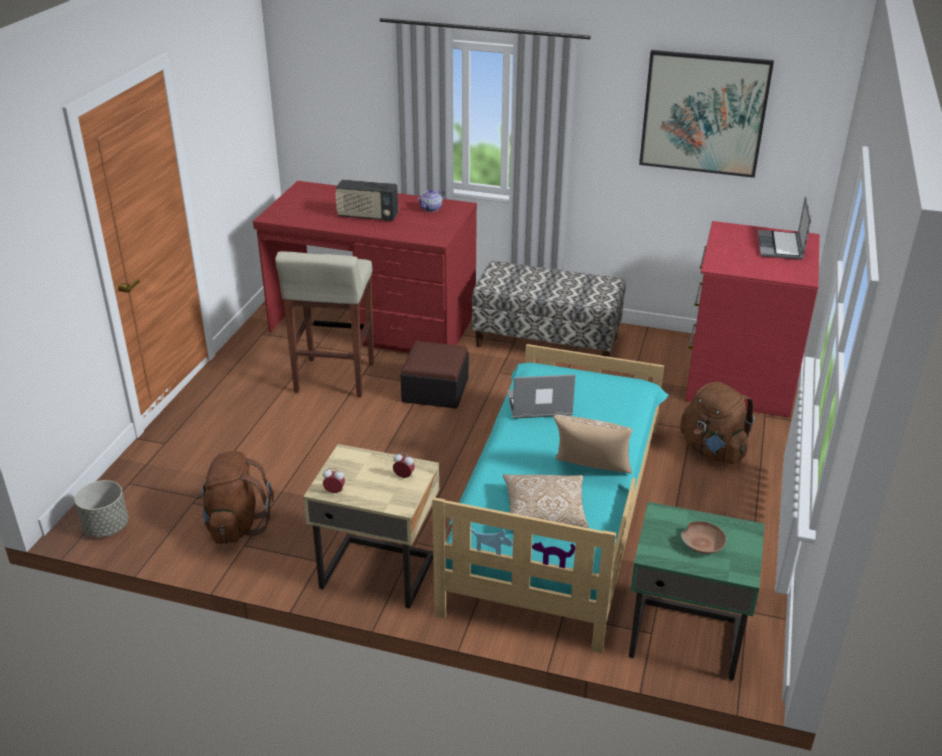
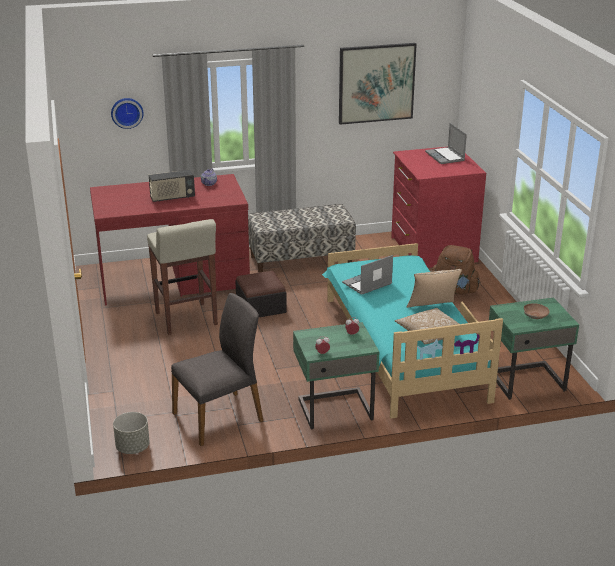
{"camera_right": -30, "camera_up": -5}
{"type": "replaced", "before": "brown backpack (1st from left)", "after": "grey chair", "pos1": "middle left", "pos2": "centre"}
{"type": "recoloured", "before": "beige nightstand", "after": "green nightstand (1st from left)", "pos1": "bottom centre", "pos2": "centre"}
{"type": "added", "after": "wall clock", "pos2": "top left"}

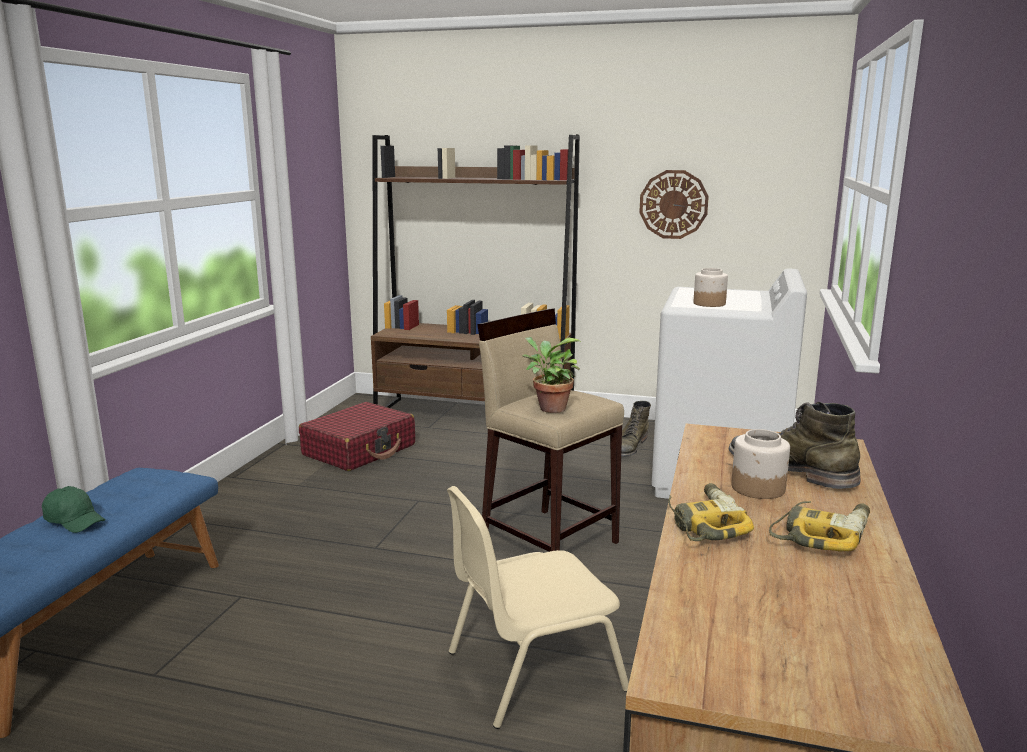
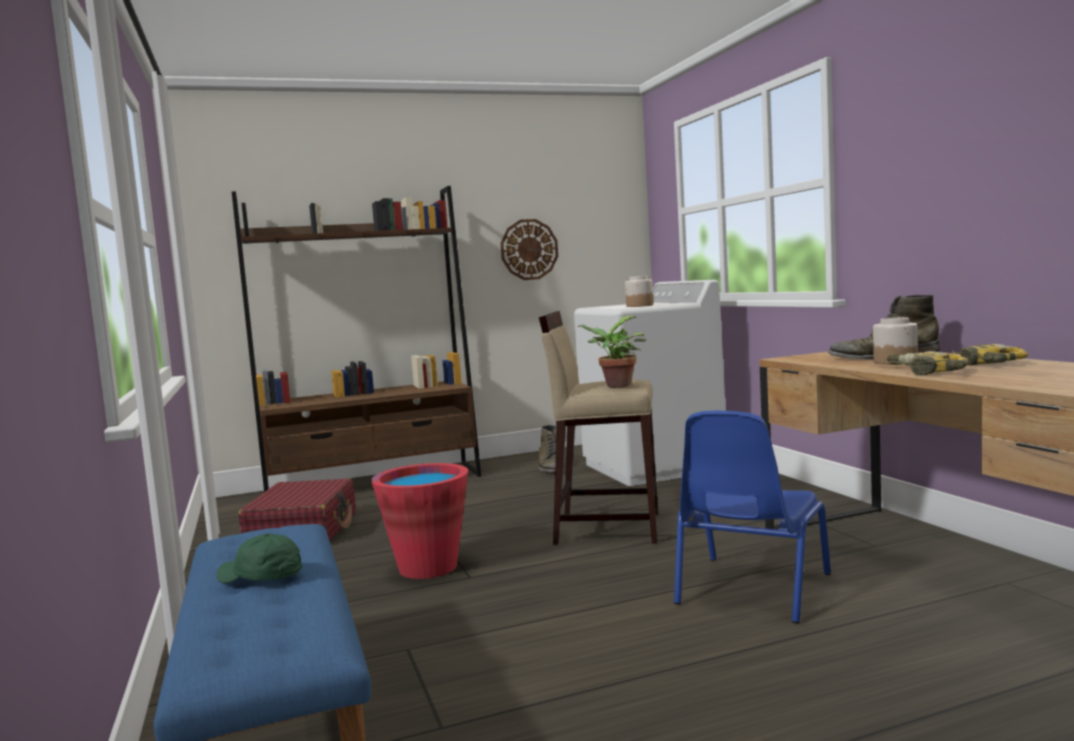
{"camera_right": -35, "camera_up": -10}
{"type": "turned", "before": "green cap", "pos1": "bottom left", "pos2": "bottom left", "turn": -150}
{"type": "recoloured", "before": "beige chair", "after": "blue chair", "pos1": "bottom centre", "pos2": "bottom right"}
{"type": "added", "after": "red bucket", "pos2": "bottom centre"}

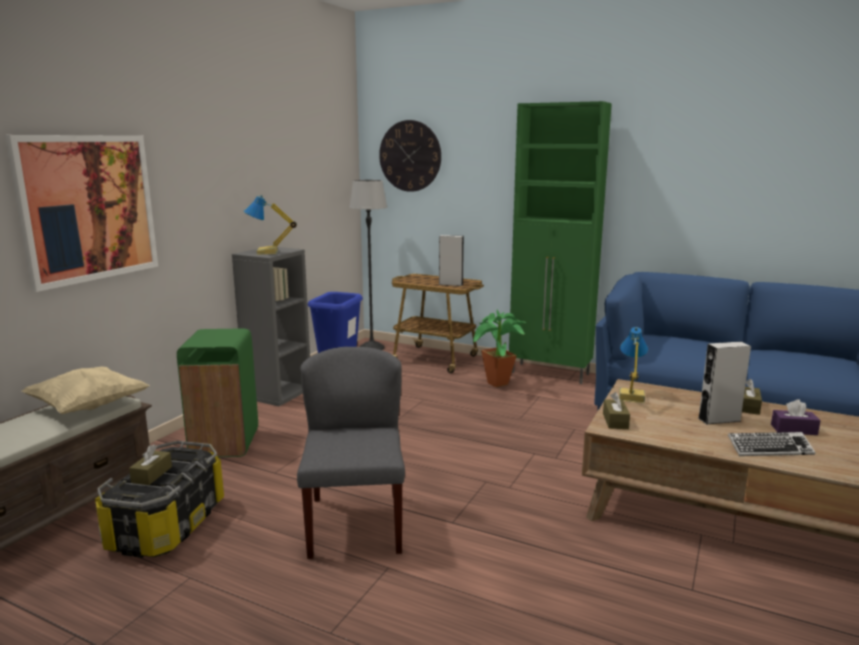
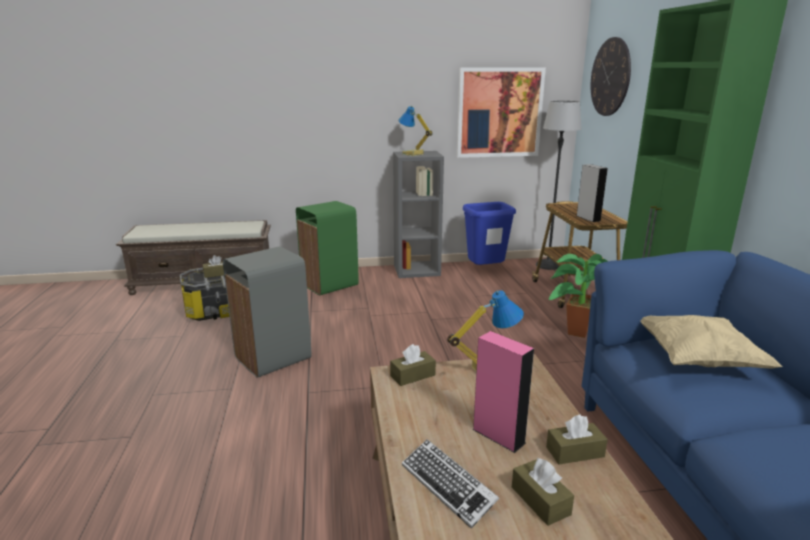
{"camera_right": 55, "camera_up": 5}
{"type": "moved", "before": "picture", "pos1": "top left", "pos2": "top centre"}
{"type": "moved", "before": "beige pillow", "pos1": "middle left", "pos2": "middle right"}
{"type": "replaced", "before": "grey chair", "after": "grey trash can", "pos1": "bottom centre", "pos2": "middle left"}
{"type": "recoloured", "before": "grey speaker (2nd from left)", "after": "pink speaker", "pos1": "middle right", "pos2": "bottom centre"}
{"type": "recoloured", "before": "purple tissue box", "after": "brown tissue box (3rd from left)", "pos1": "middle right", "pos2": "bottom right"}

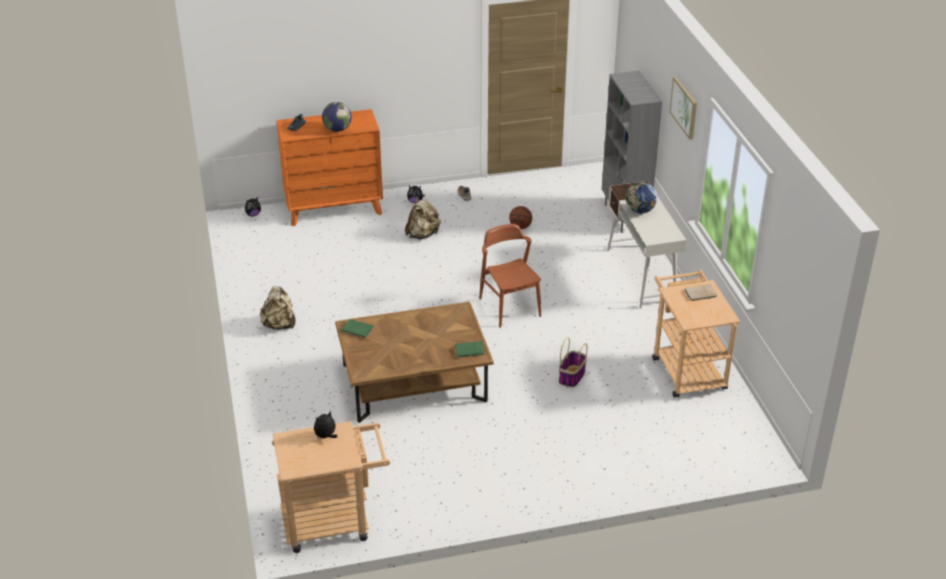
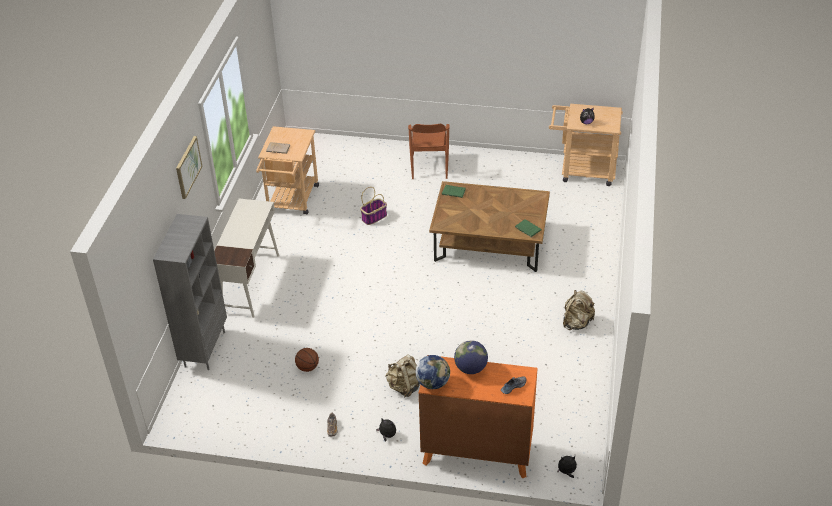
{"camera_right": -155, "camera_up": 5}
{"type": "moved", "before": "brown chair", "pos1": "centre", "pos2": "top centre"}
{"type": "moved", "before": "globe (2nd from left in the first image)", "after": "globe (1st from left)", "pos1": "middle right", "pos2": "bottom centre"}

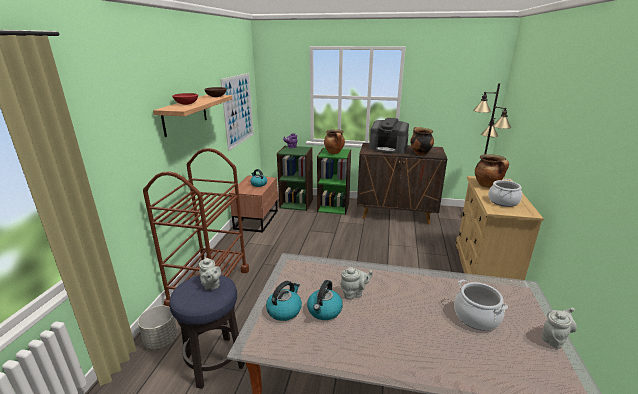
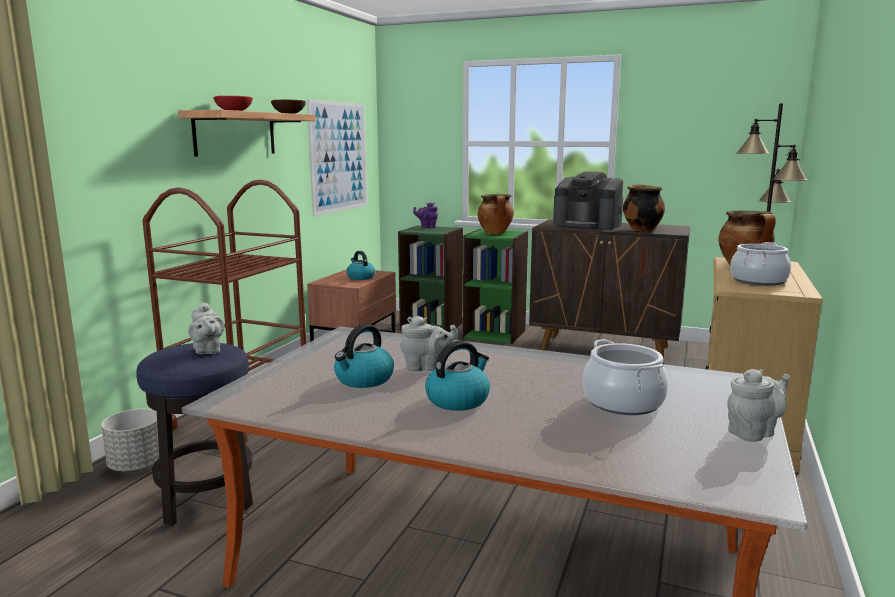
{"camera_right": 10, "camera_up": -10}
{"type": "moved", "before": "kettle (2nd from left in the first image)", "after": "kettle (3rd from left)", "pos1": "bottom centre", "pos2": "centre"}

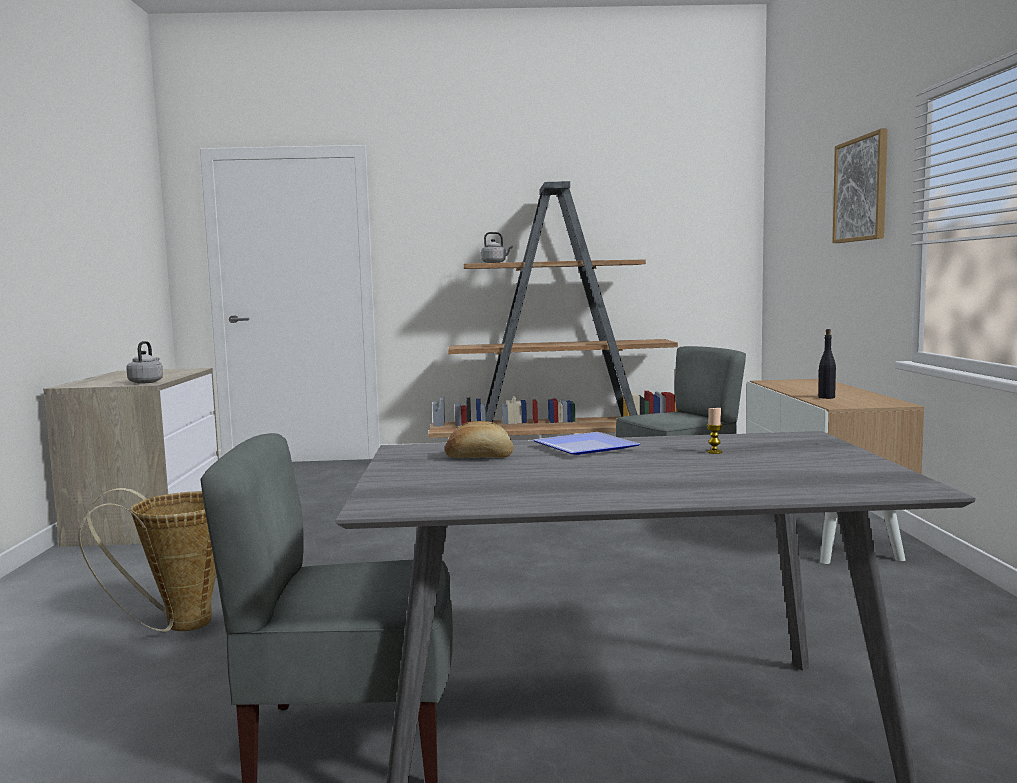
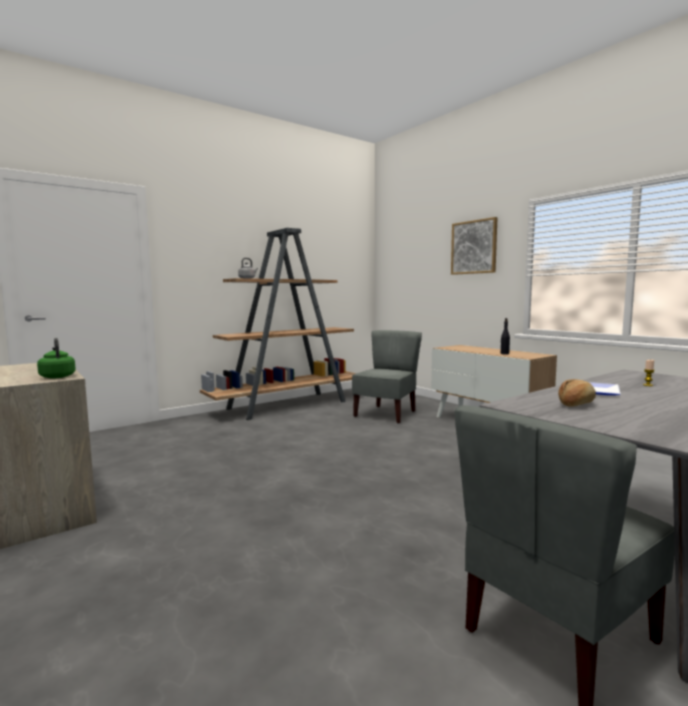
{"camera_right": -35, "camera_up": 0}
{"type": "removed", "before": "basket", "pos1": "bottom left"}
{"type": "recoloured", "before": "grey kettle (1st from left)", "after": "green kettle", "pos1": "middle left", "pos2": "middle left"}

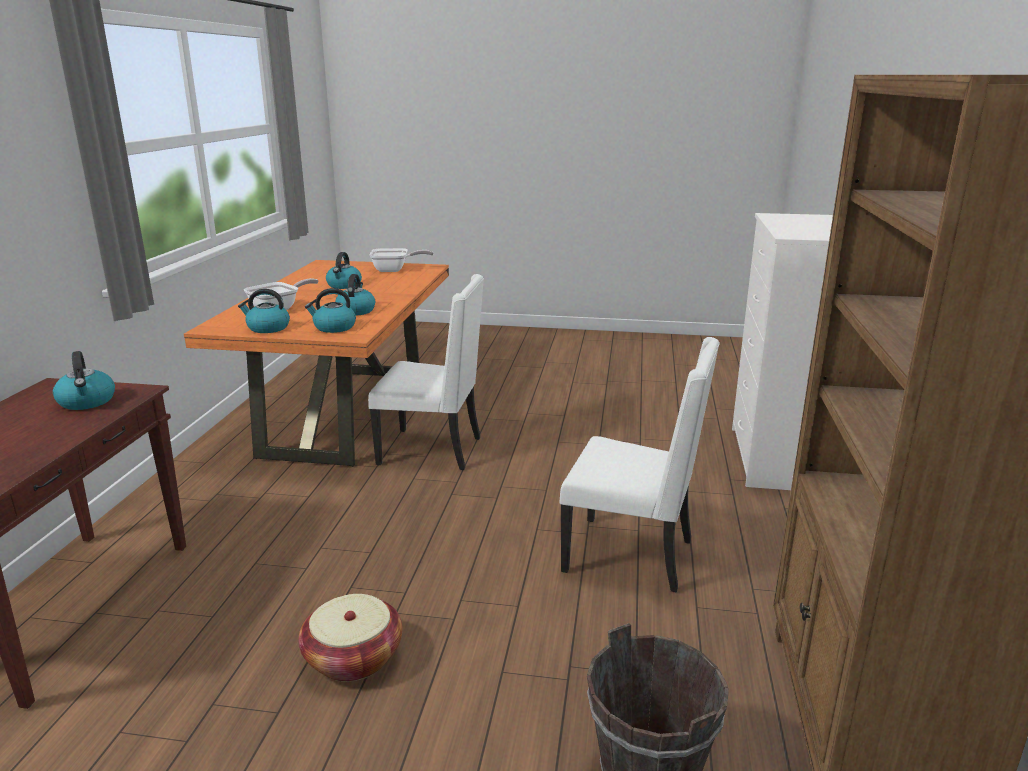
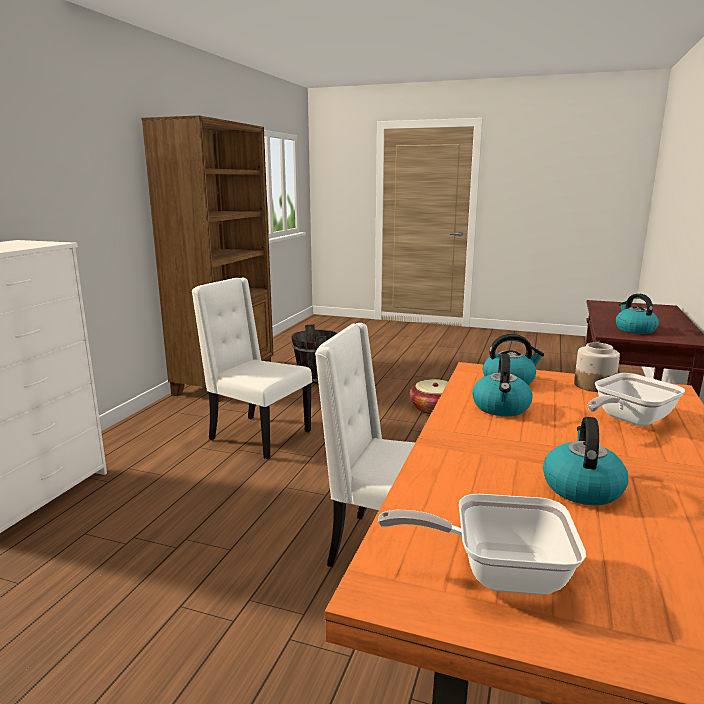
{"camera_right": -170, "camera_up": -5}
{"type": "replaced", "before": "kettle (2nd from left)", "after": "jar", "pos1": "middle left", "pos2": "middle right"}

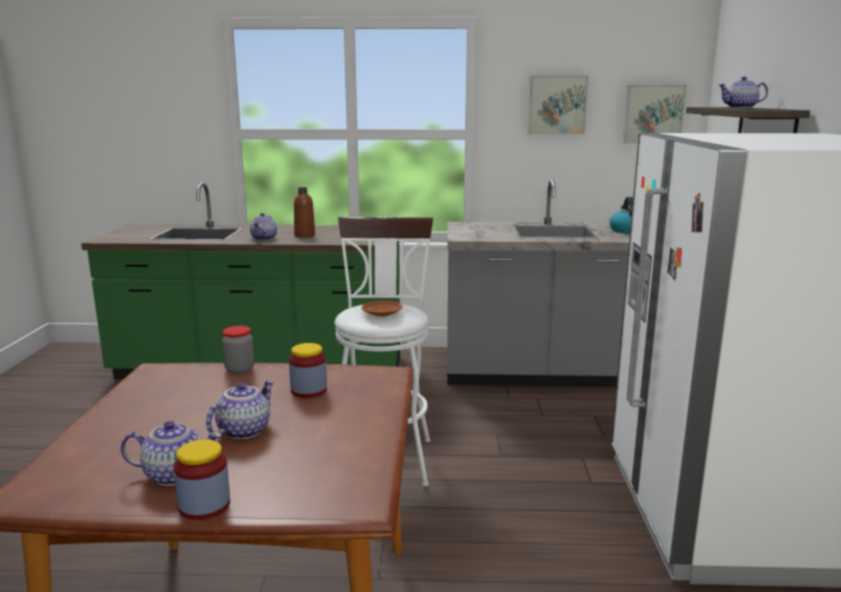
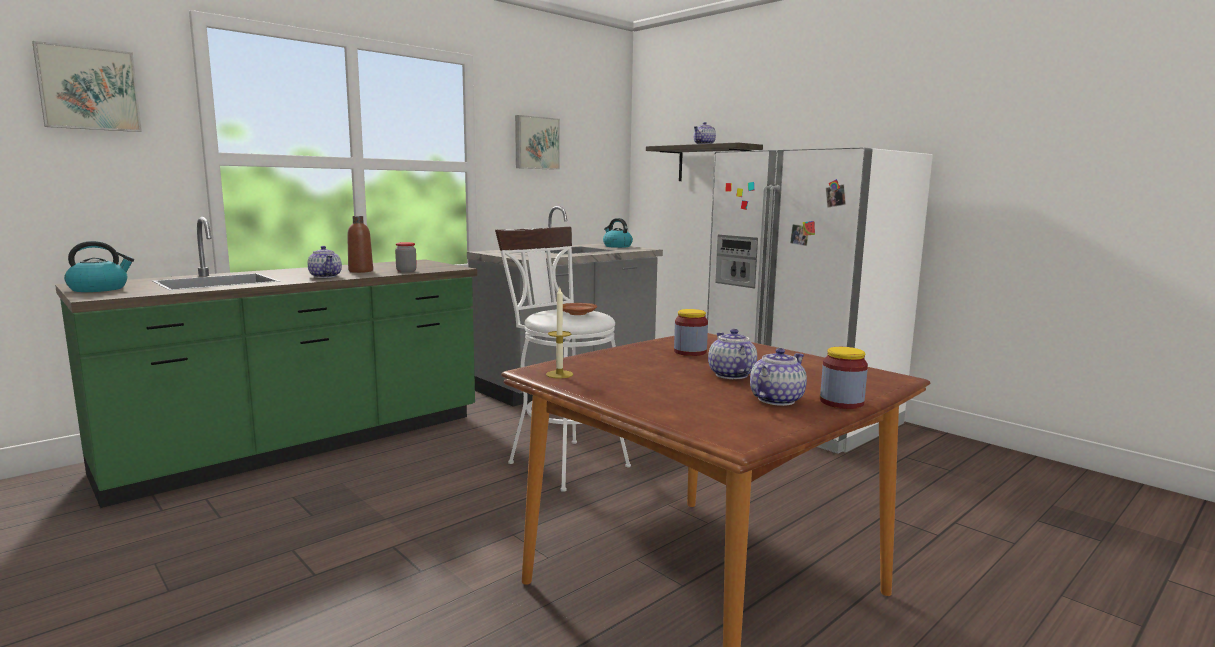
{"camera_right": -45, "camera_up": -5}
{"type": "moved", "before": "jar (2nd from left in the first image)", "after": "jar (1st from left)", "pos1": "middle left", "pos2": "centre"}
{"type": "moved", "before": "picture (2nd from left in the first image)", "after": "picture (1st from left)", "pos1": "top right", "pos2": "top left"}
{"type": "added", "after": "kettle (1st from left)", "pos2": "middle left"}
{"type": "added", "after": "candle", "pos2": "centre"}

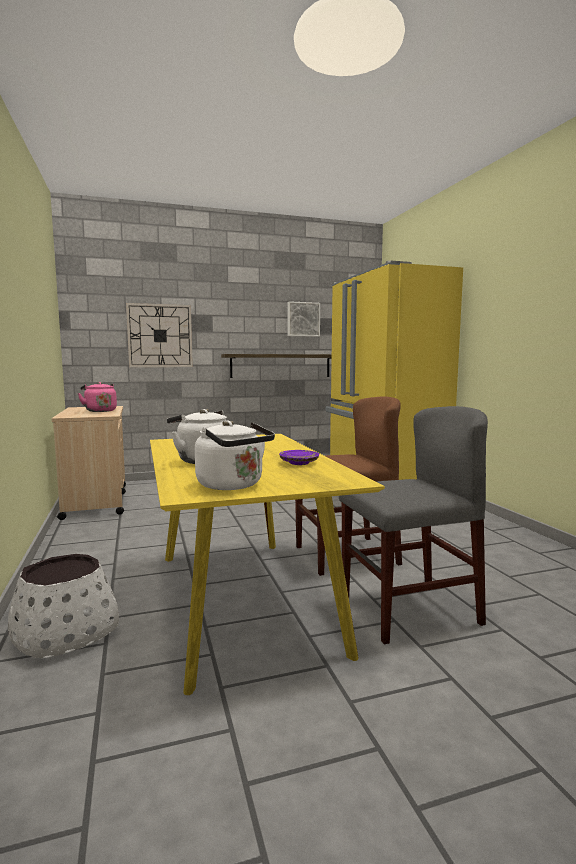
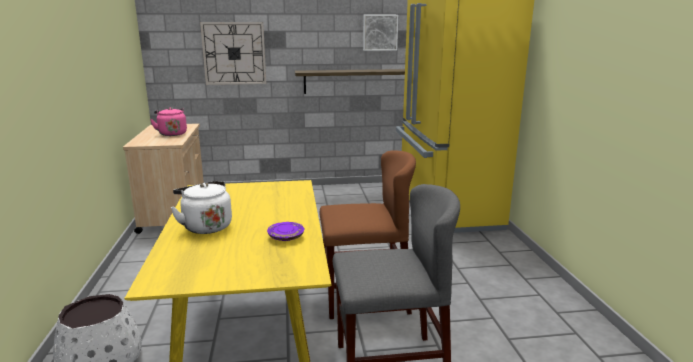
{"camera_right": 10, "camera_up": 10}
{"type": "removed", "before": "white kettle (2nd from left)", "pos1": "centre"}

